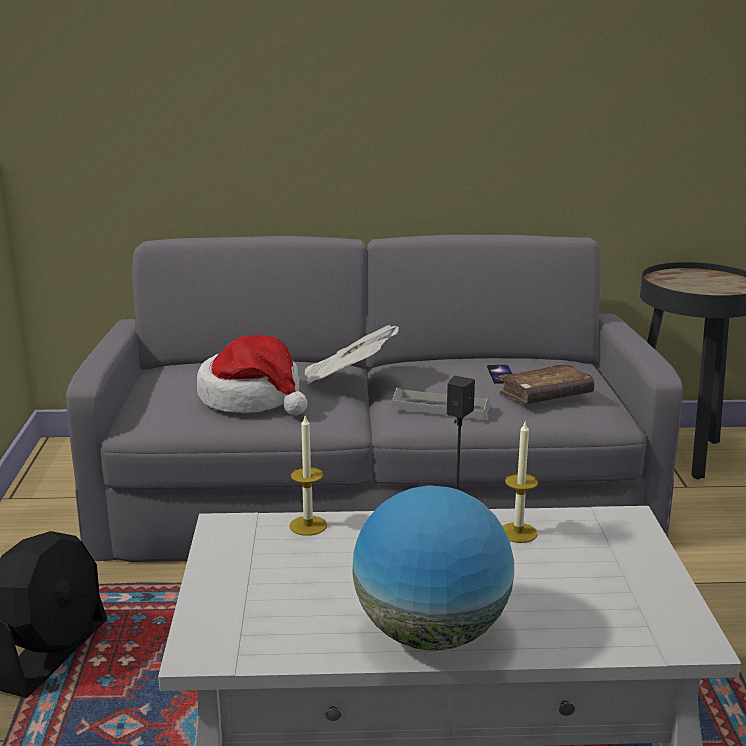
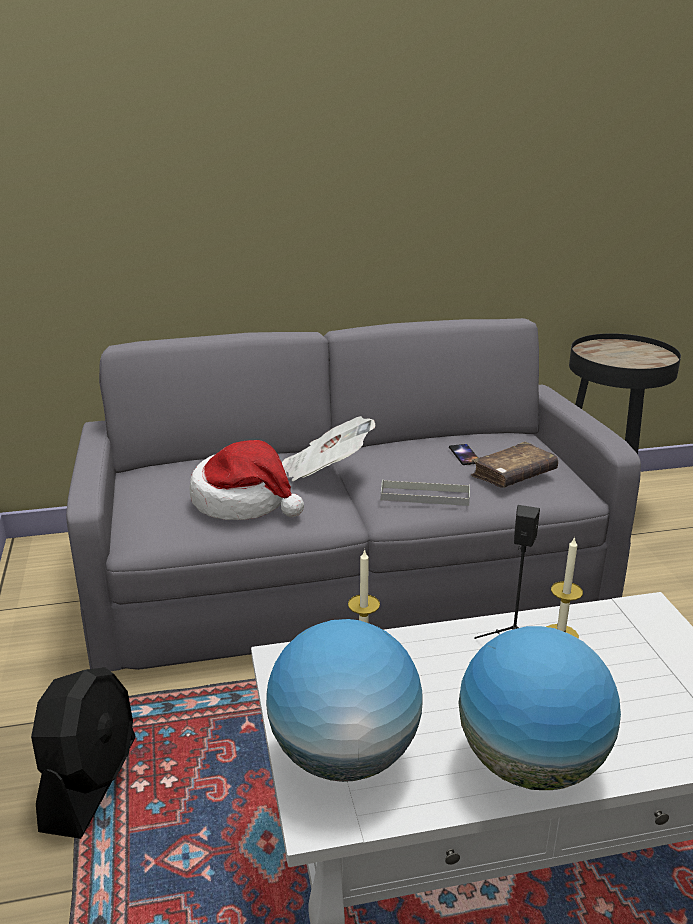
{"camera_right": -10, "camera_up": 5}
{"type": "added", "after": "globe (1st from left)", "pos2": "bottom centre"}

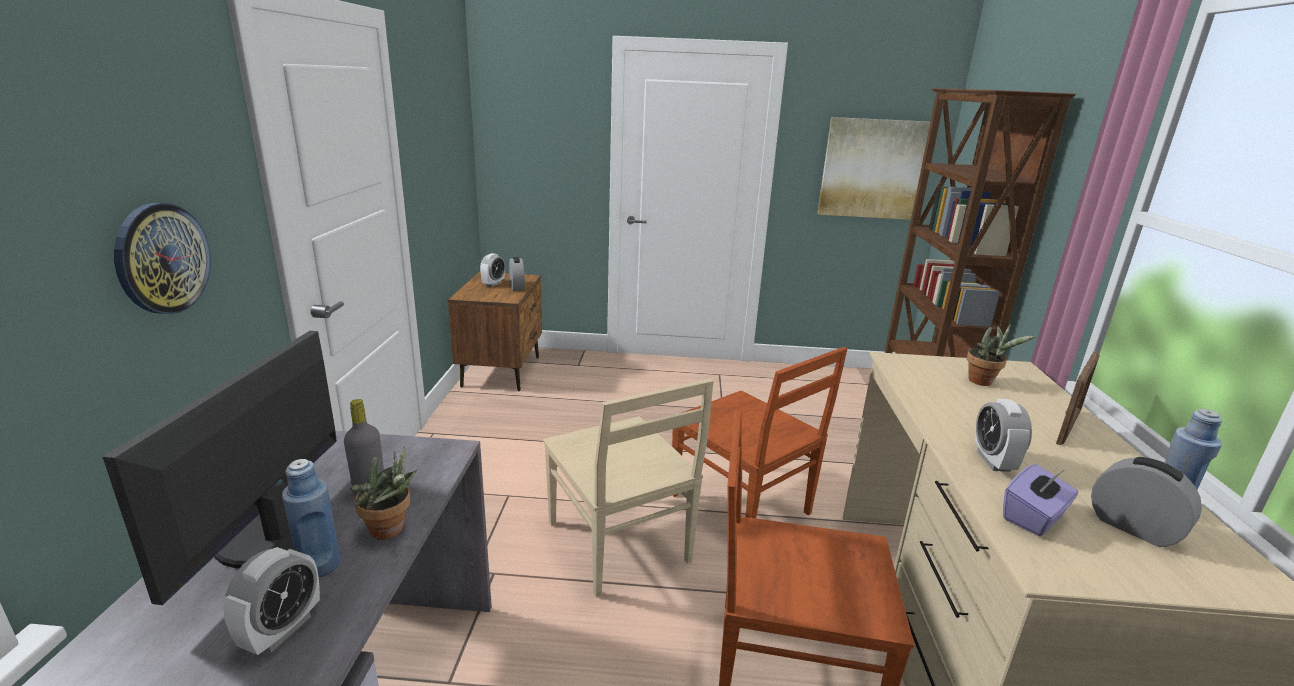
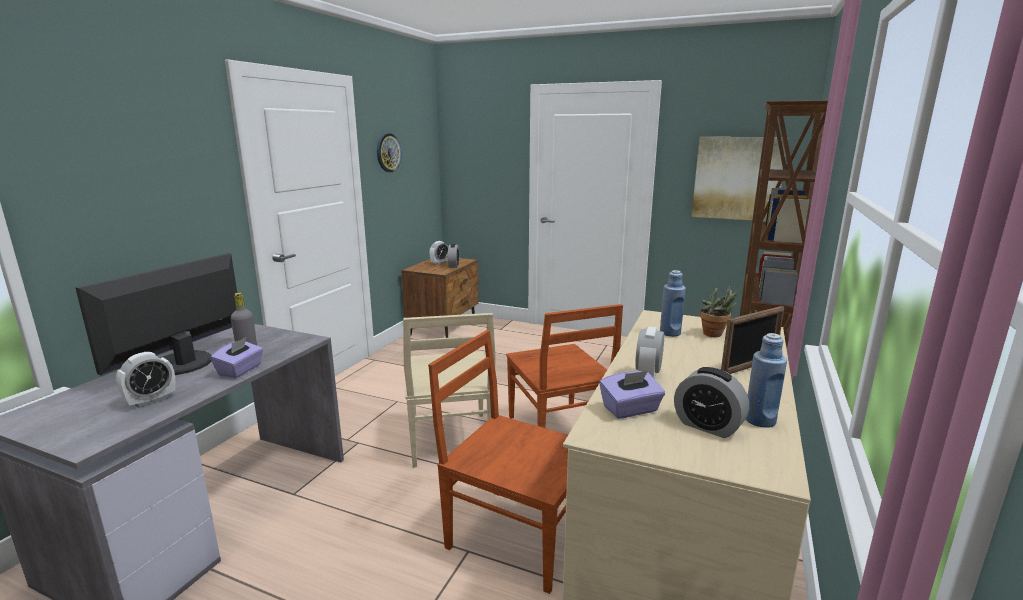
{"camera_right": 20, "camera_up": -5}
{"type": "moved", "before": "wall clock", "pos1": "middle left", "pos2": "top centre"}
{"type": "moved", "before": "blue bottle (1st from left)", "pos1": "bottom left", "pos2": "centre"}
{"type": "replaced", "before": "potted plant (1st from left)", "after": "purple tissue box (1st from left)", "pos1": "bottom left", "pos2": "middle left"}
{"type": "turned", "before": "alarm clock (5th from left)", "pos1": "bottom right", "pos2": "bottom right", "turn": 150}

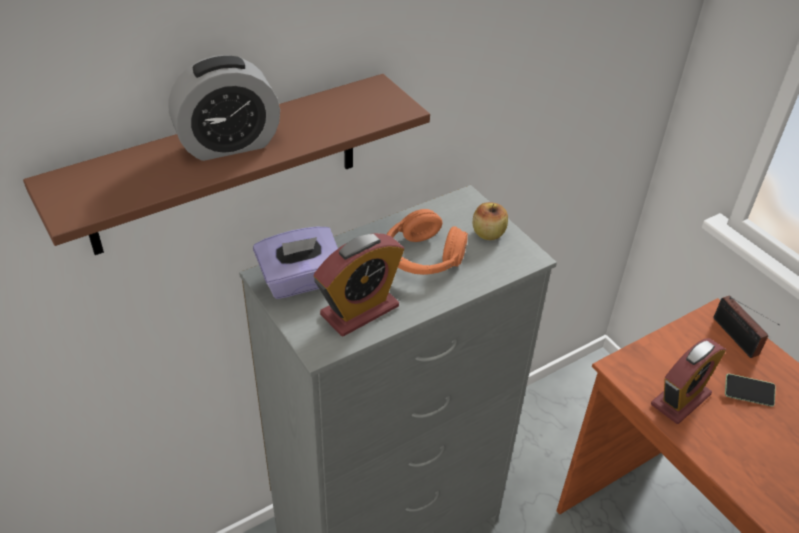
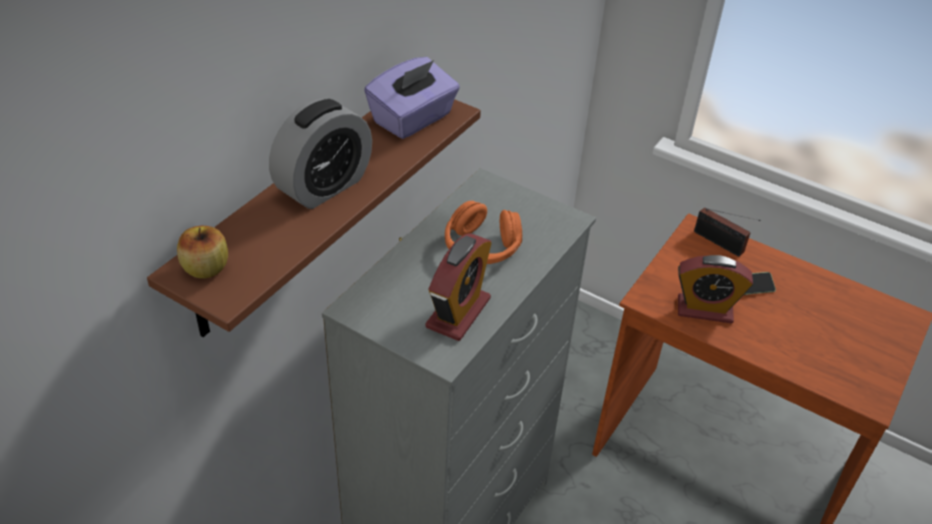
{"camera_right": -25, "camera_up": 0}
{"type": "moved", "before": "purple tissue box", "pos1": "centre", "pos2": "top centre"}
{"type": "moved", "before": "apple", "pos1": "centre", "pos2": "middle left"}
{"type": "turned", "before": "alarm clock (3rd from left)", "pos1": "bottom right", "pos2": "middle right", "turn": 75}

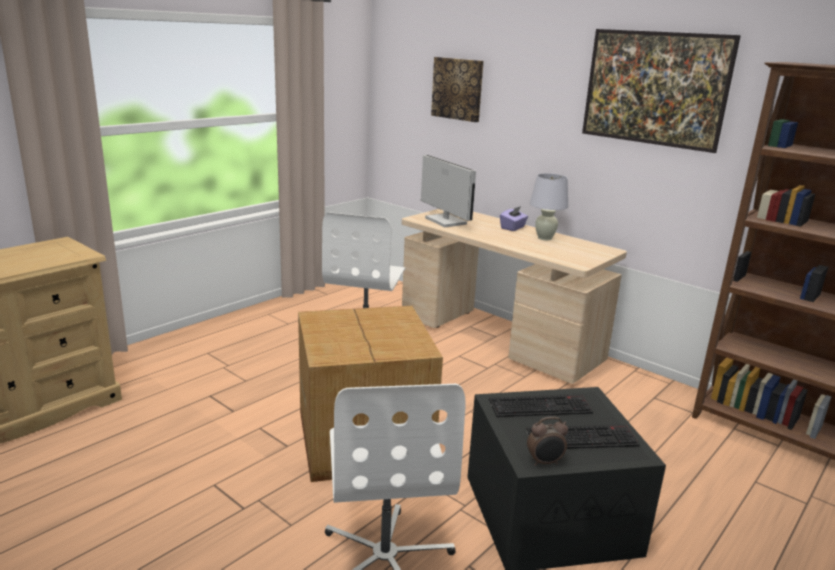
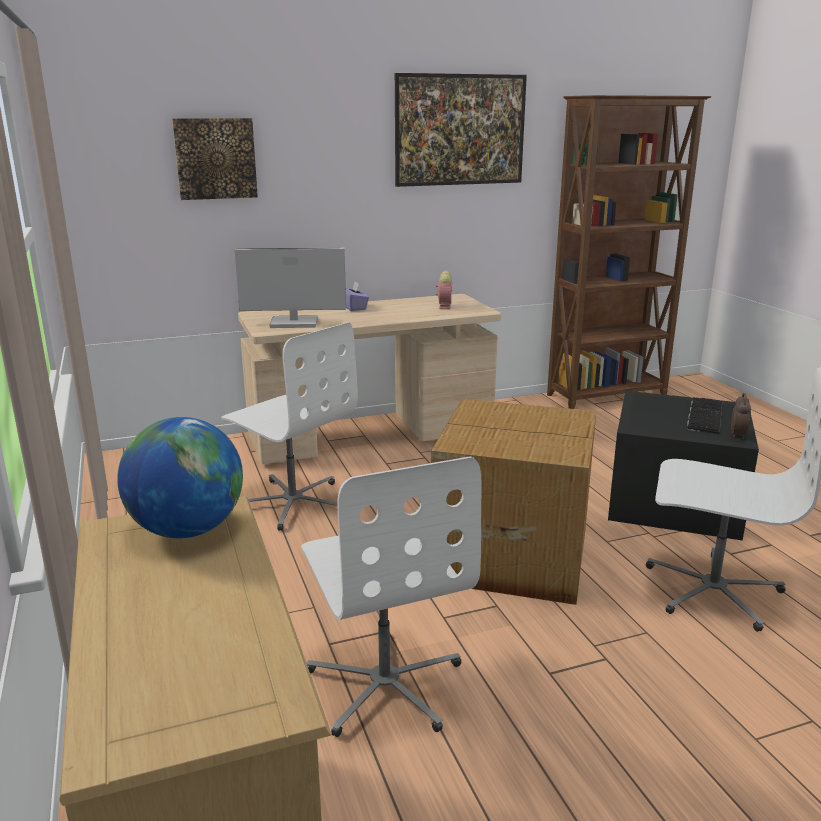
{"camera_right": -60, "camera_up": 0}
{"type": "removed", "before": "keyboard (1st from left)", "pos1": "bottom centre"}
{"type": "removed", "before": "white table lamp", "pos1": "centre"}
{"type": "added", "after": "globe", "pos2": "middle left"}
{"type": "added", "after": "white office chair (2nd from left)", "pos2": "bottom centre"}
{"type": "added", "after": "alarm clock (1st from left)", "pos2": "centre"}

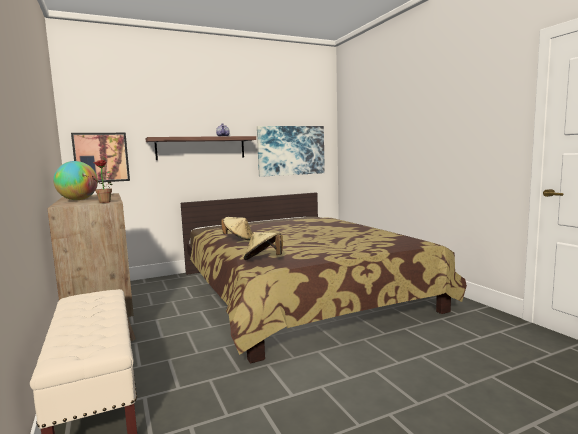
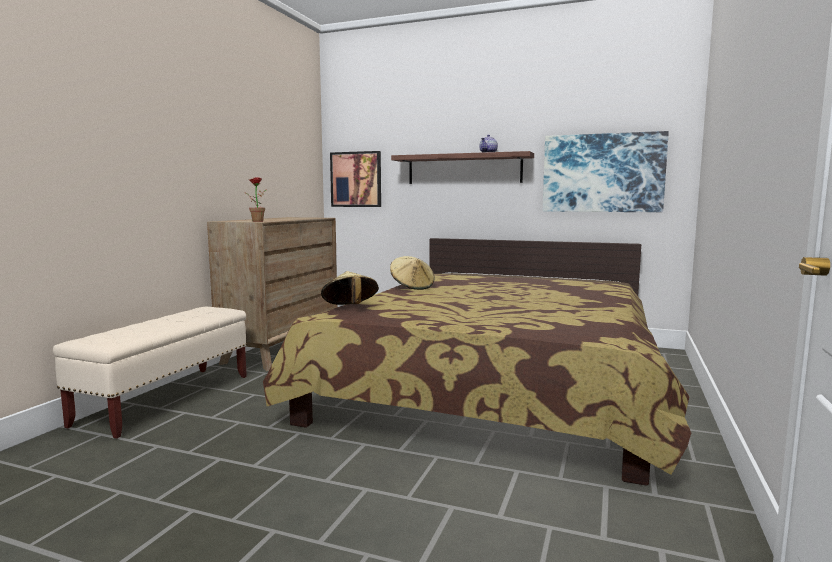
{"camera_right": 45, "camera_up": 0}
{"type": "removed", "before": "globe", "pos1": "middle left"}

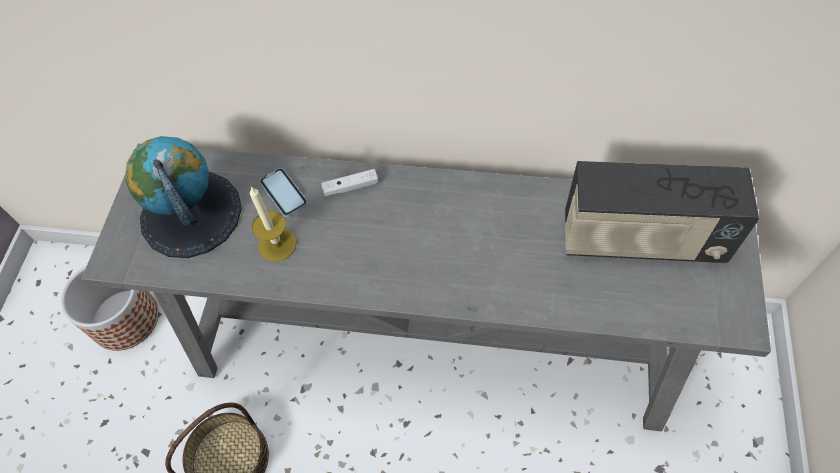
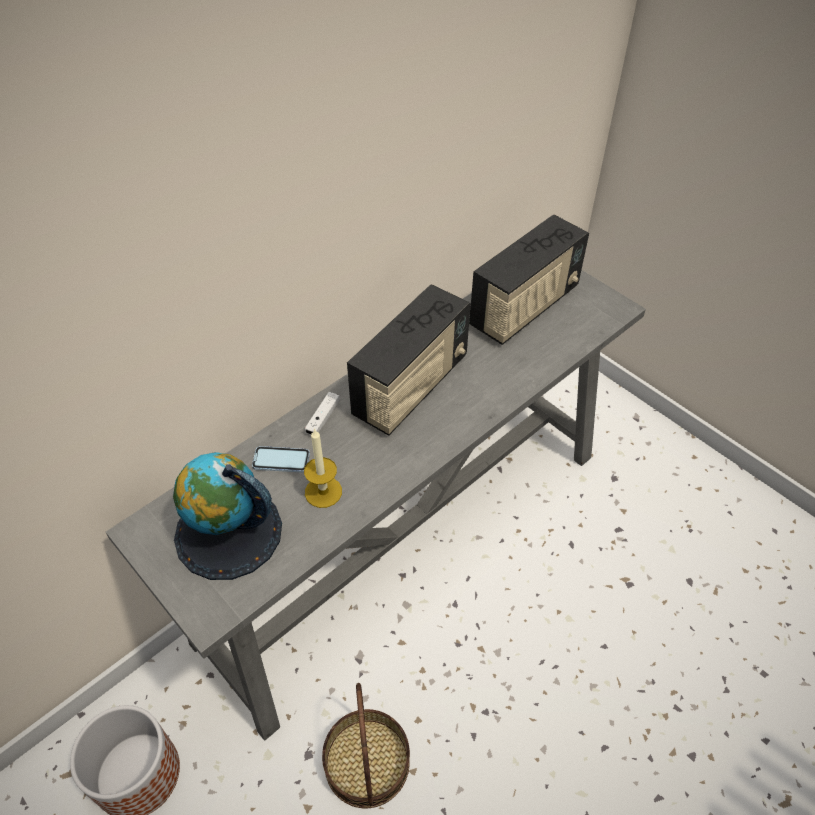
{"camera_right": -55, "camera_up": -10}
{"type": "added", "after": "radio (1st from left)", "pos2": "centre"}

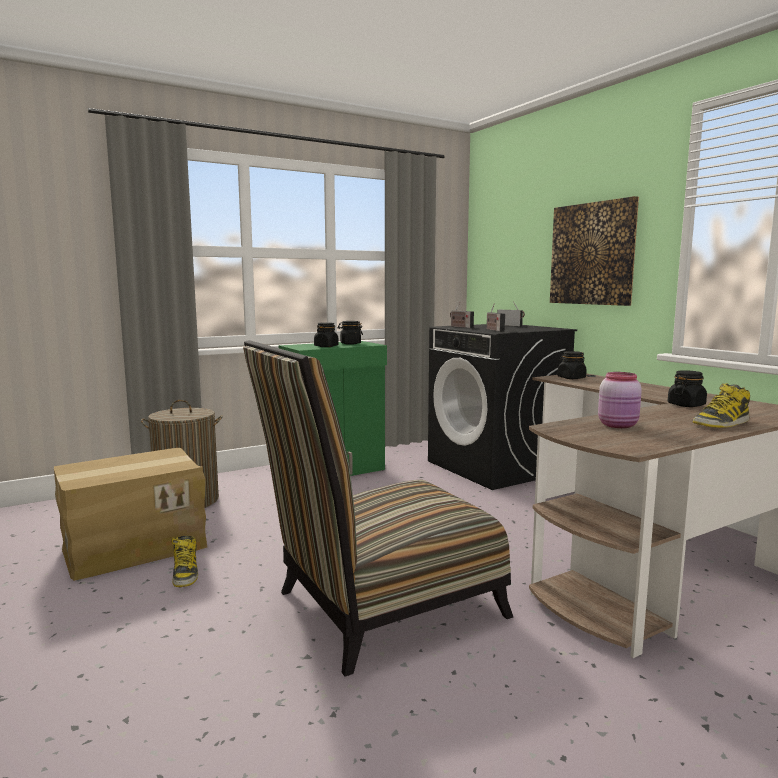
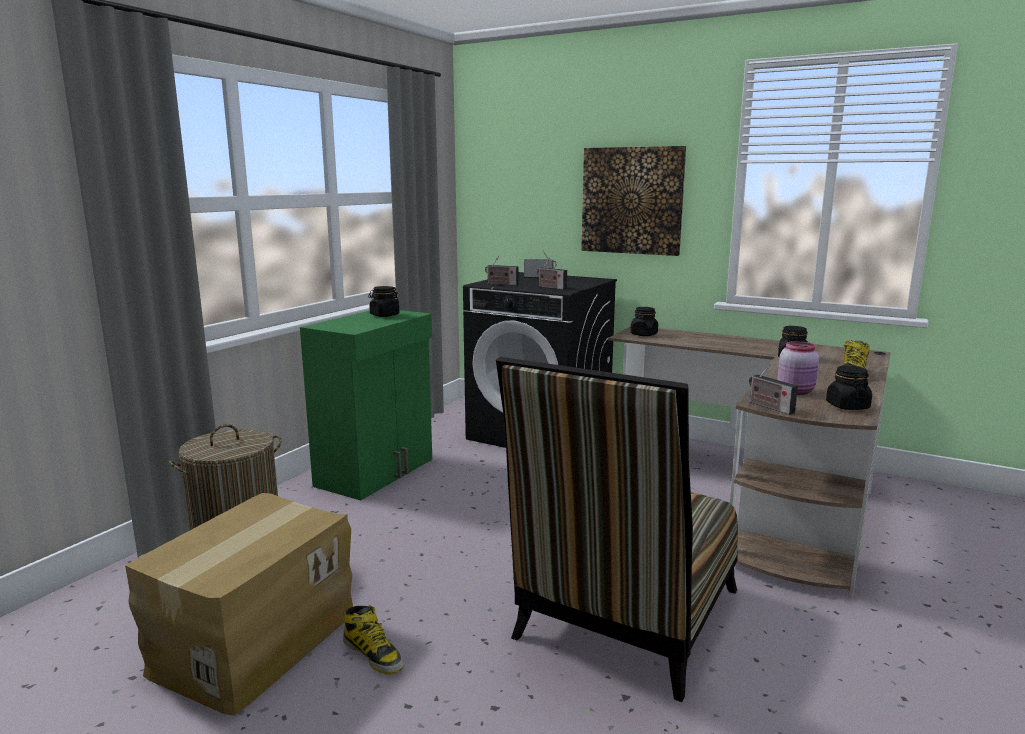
{"camera_right": -30, "camera_up": 5}
{"type": "moved", "before": "black jar (1st from left in the first image)", "after": "black jar (4th from left)", "pos1": "centre", "pos2": "middle right"}
{"type": "added", "after": "radio (4th from left)", "pos2": "middle right"}

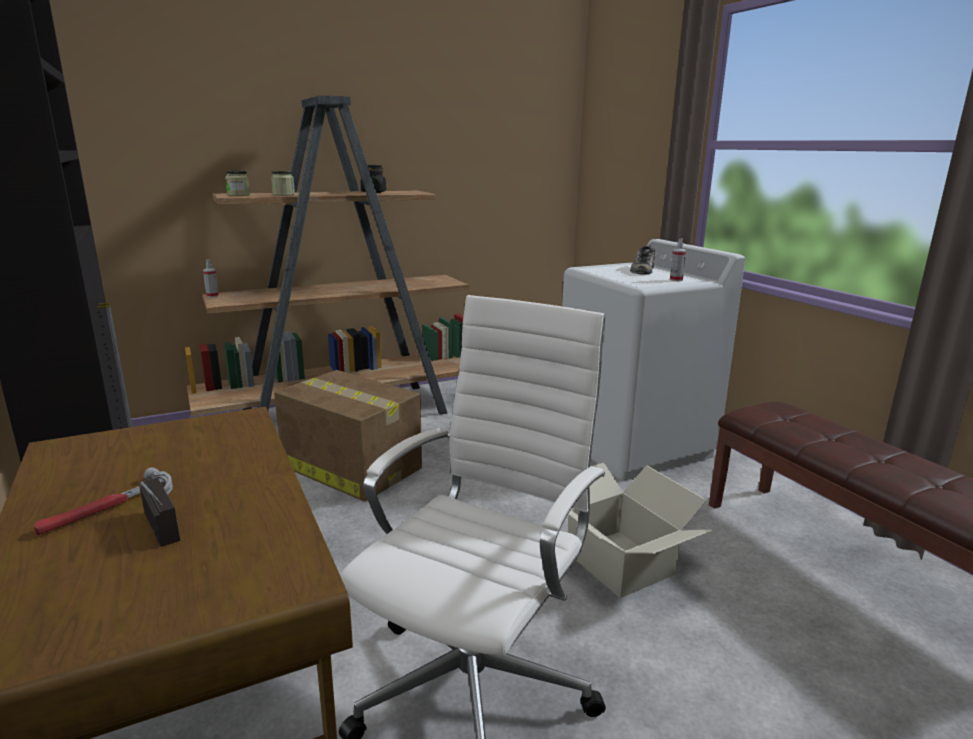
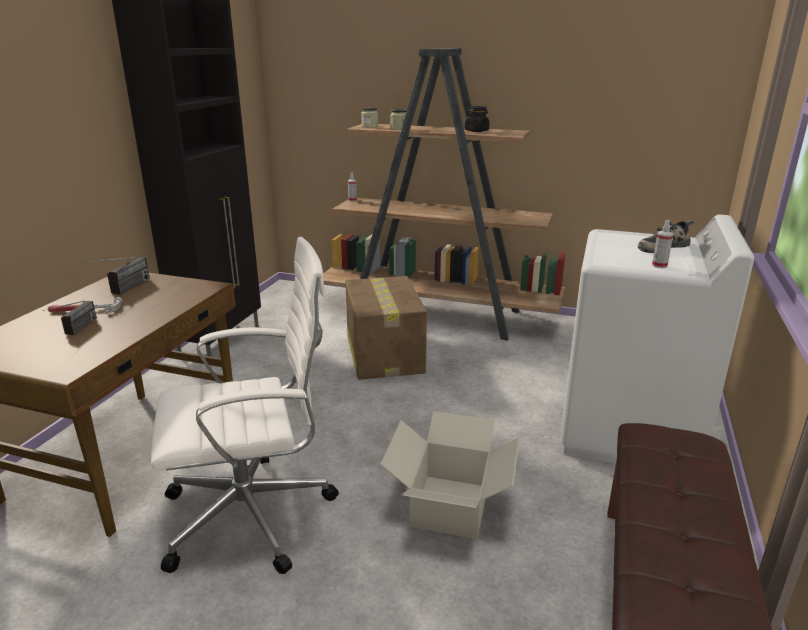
{"camera_right": 45, "camera_up": 5}
{"type": "added", "after": "radio (2nd from left)", "pos2": "middle left"}

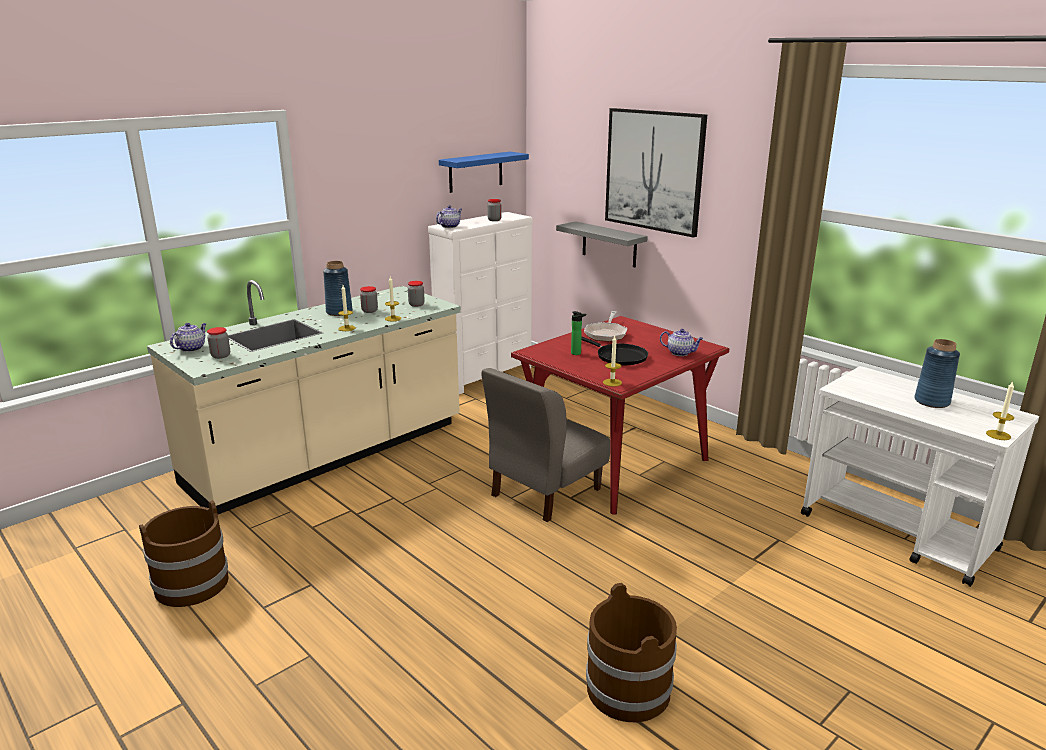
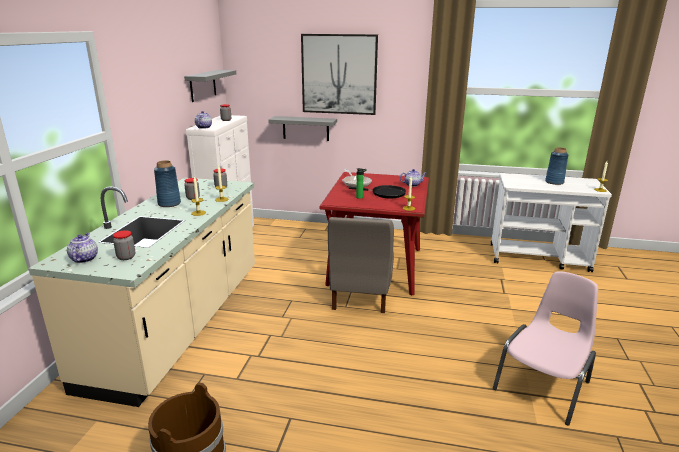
{"camera_right": -35, "camera_up": 0}
{"type": "recoloured", "before": "blue shelf", "after": "grey shelf (1st from left)", "pos1": "top centre", "pos2": "top left"}
{"type": "replaced", "before": "brown bucket (2nd from left)", "after": "pink chair", "pos1": "bottom centre", "pos2": "bottom right"}

